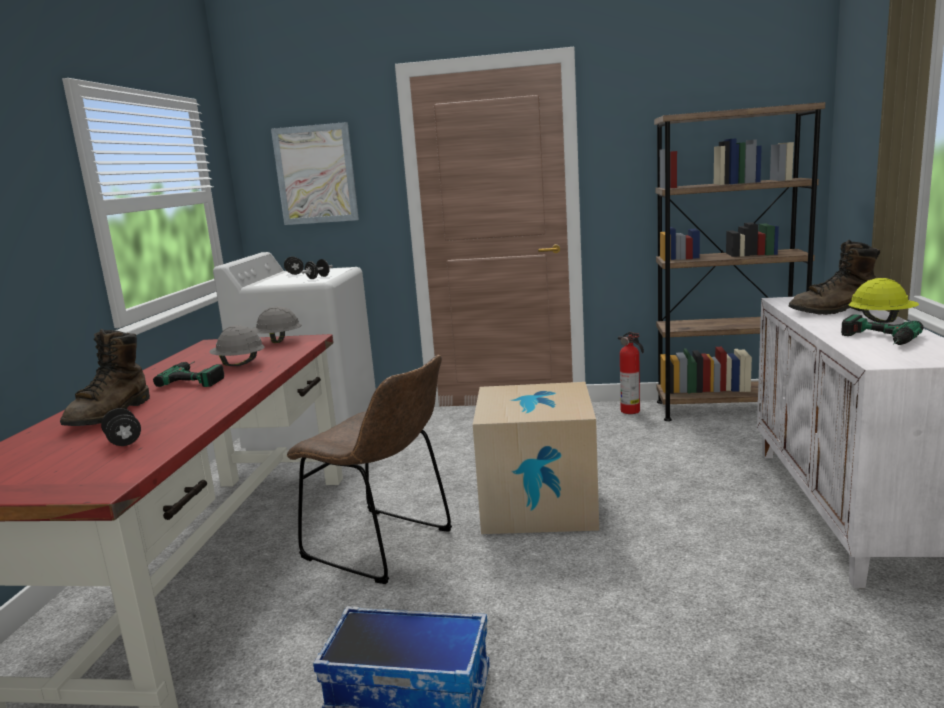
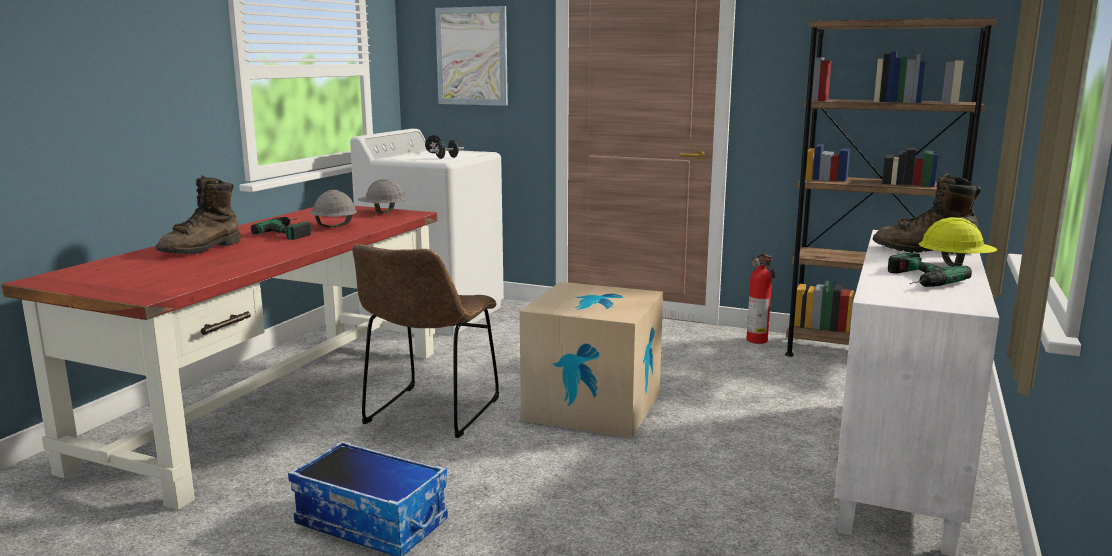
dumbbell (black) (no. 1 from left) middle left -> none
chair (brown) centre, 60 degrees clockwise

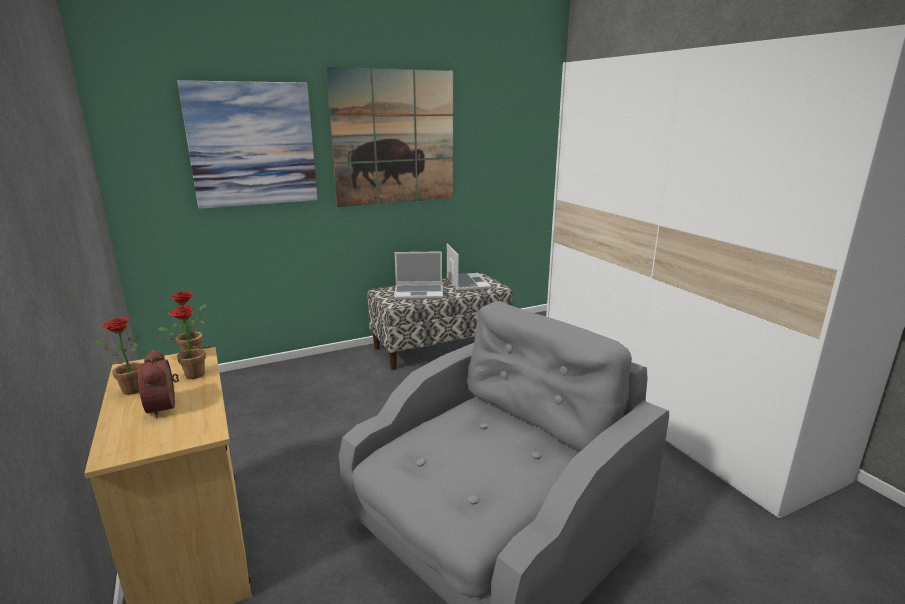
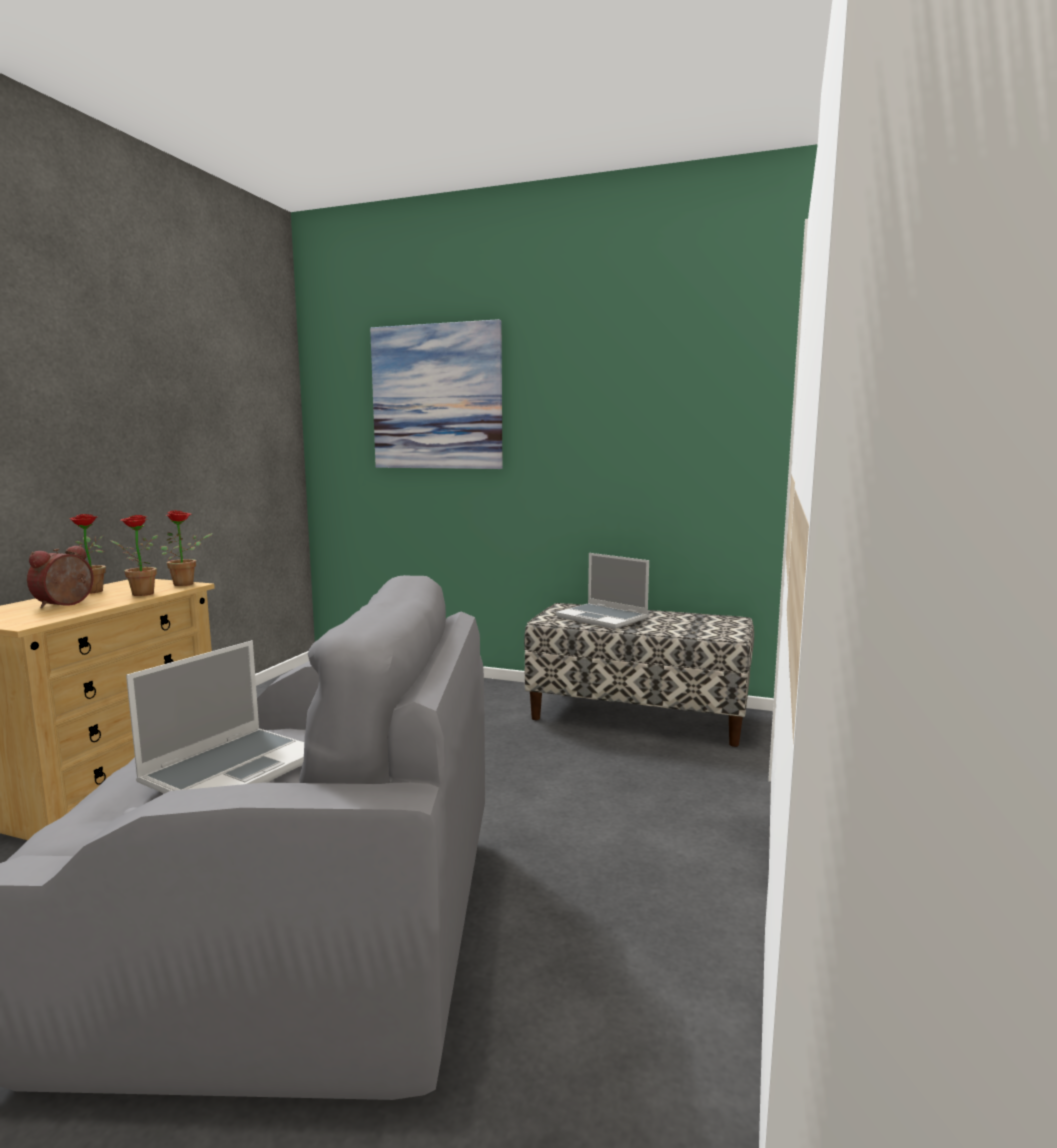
picture (no. 2 from left) top centre -> none
laptop (no. 2 from left in the first image) centre -> laptop (no. 1 from left) middle left, relocated

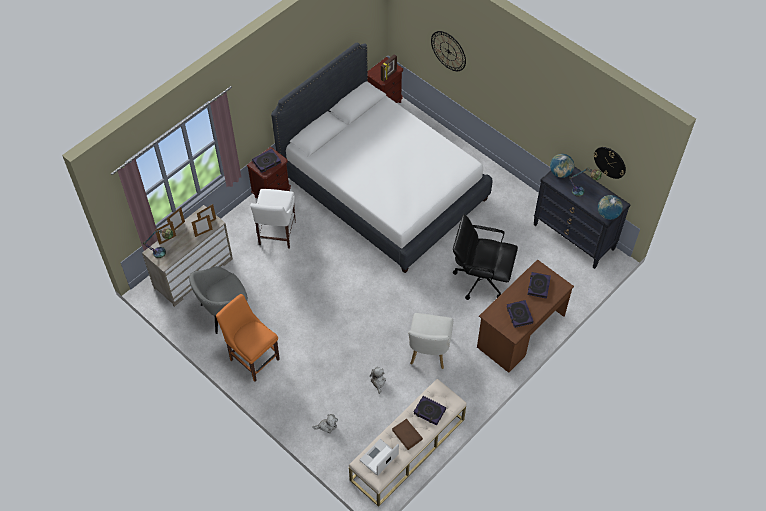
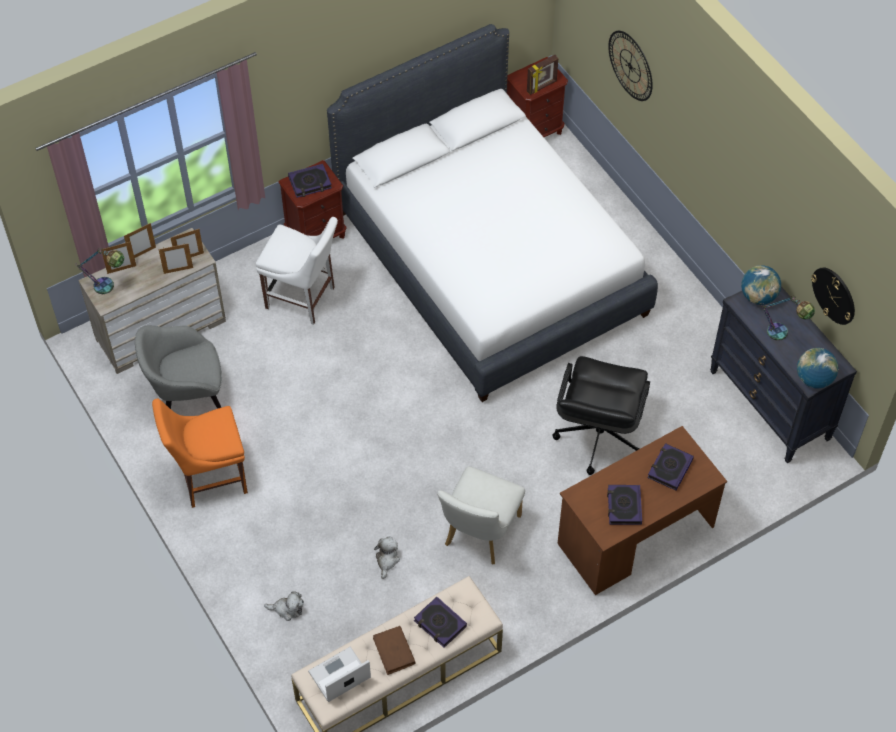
chair (orange) middle left, 75 degrees counterclockwise
chair (white) (no. 1 from left) centre -> chair (white) (no. 1 from left) middle left, 90 degrees counterclockwise
office chair (black) centre -> office chair (black) middle right, 105 degrees counterclockwise

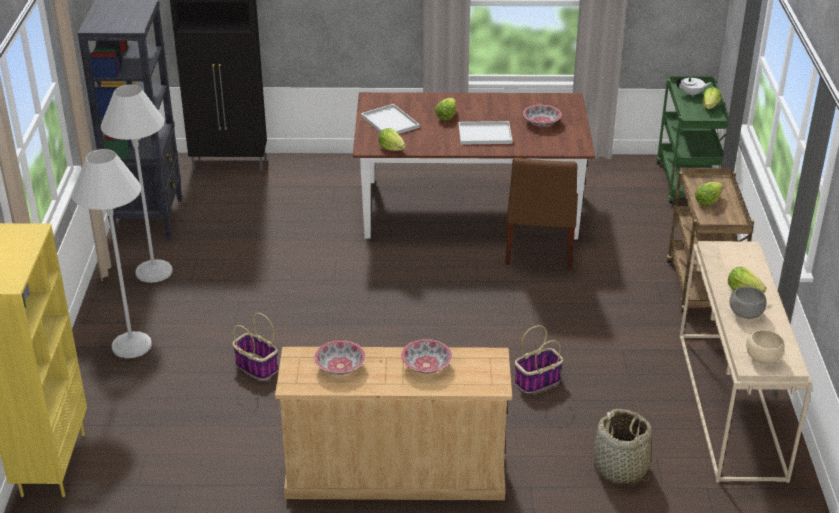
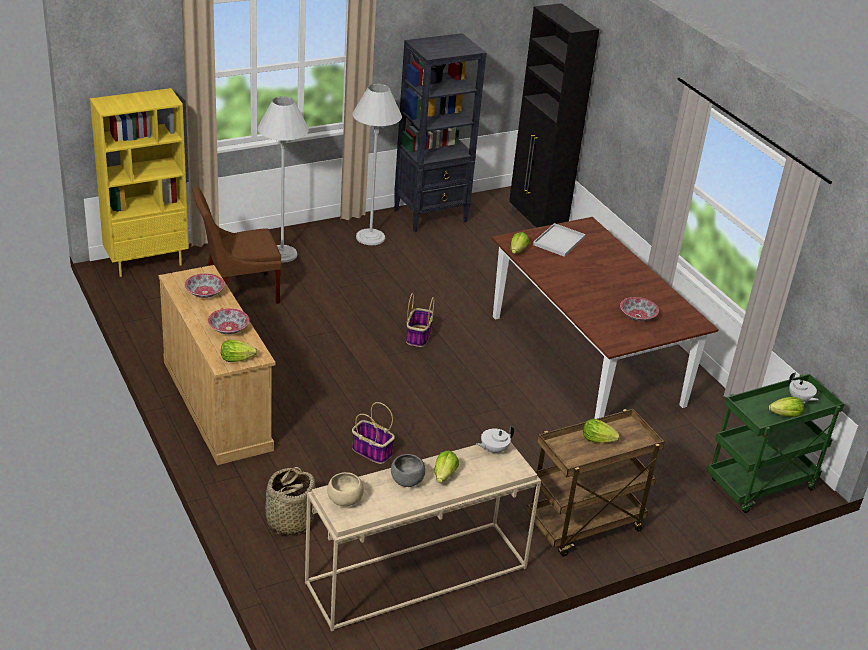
tray (white) (no. 2 from left) top centre -> none
none -> teapot (white) (no. 1 from left) bottom centre
basket (no. 1 from left in the first image) bottom left -> basket (no. 3 from left) centre, relocated
lettuce (no. 2 from left in the first image) top centre -> lettuce (no. 1 from left) middle left, relocated
chair (brown) centre -> chair (brown) middle left, relocated

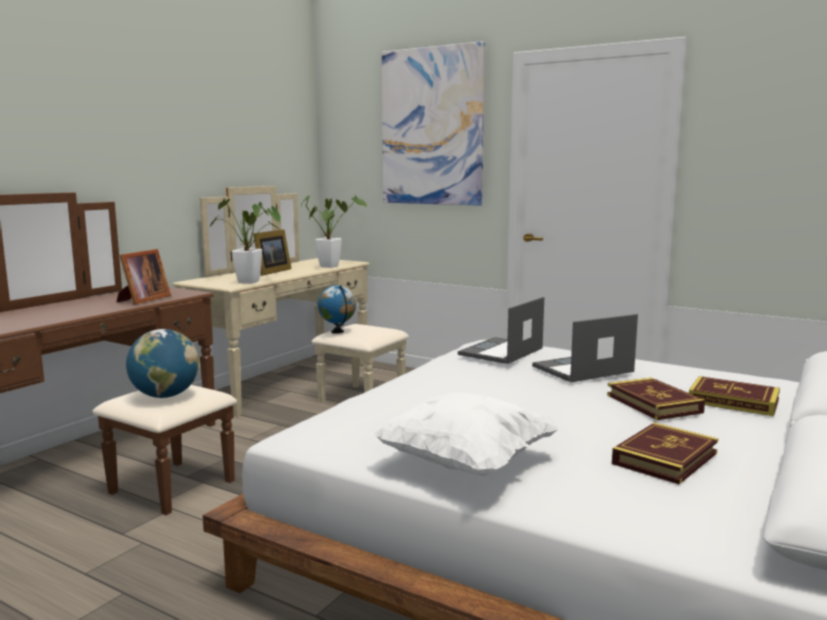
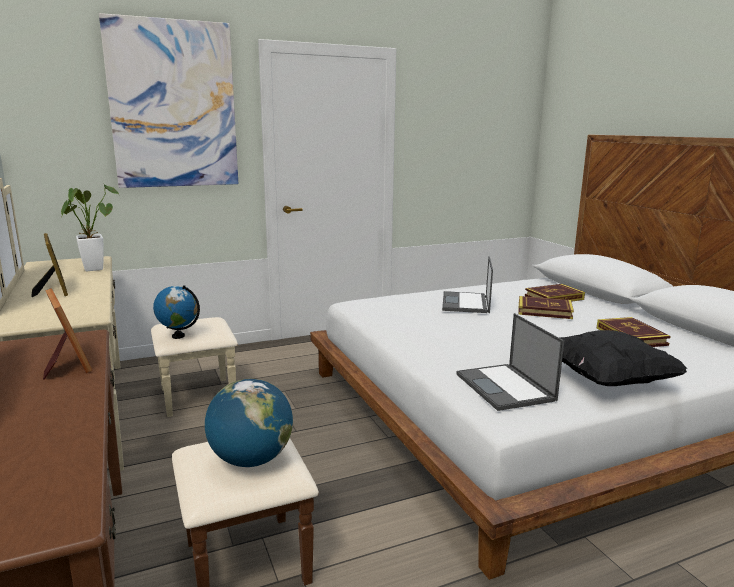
potted plant (no. 1 from left) middle left -> none
laptop (no. 1 from left in the first image) centre -> laptop (no. 2 from left) middle right, relocated
pillow (white) bottom centre -> pillow (black) middle right

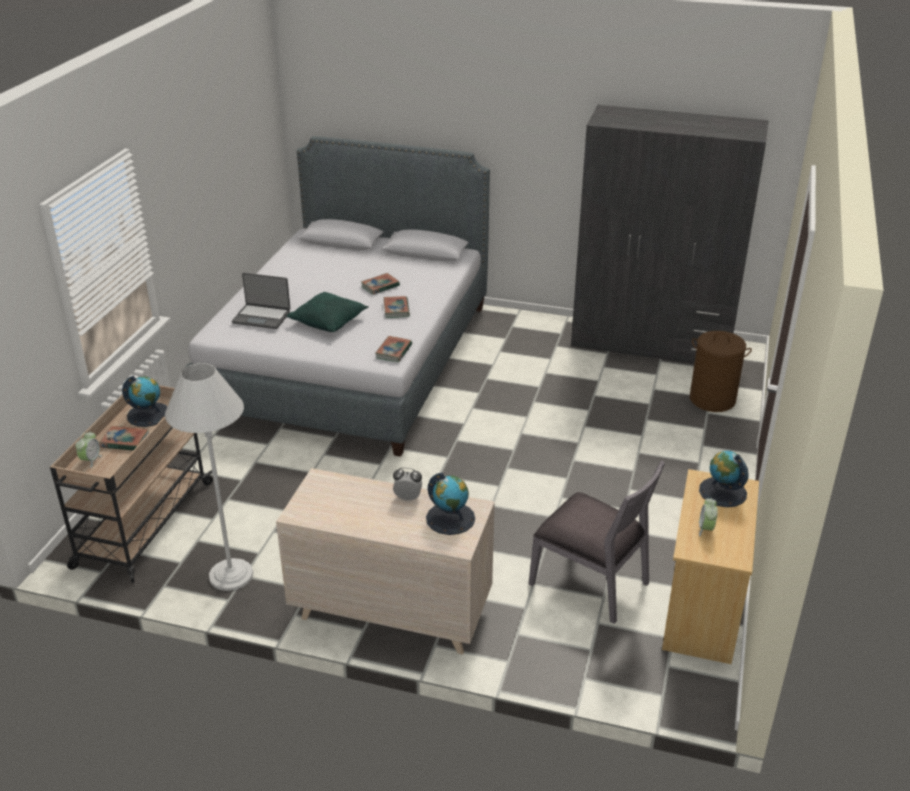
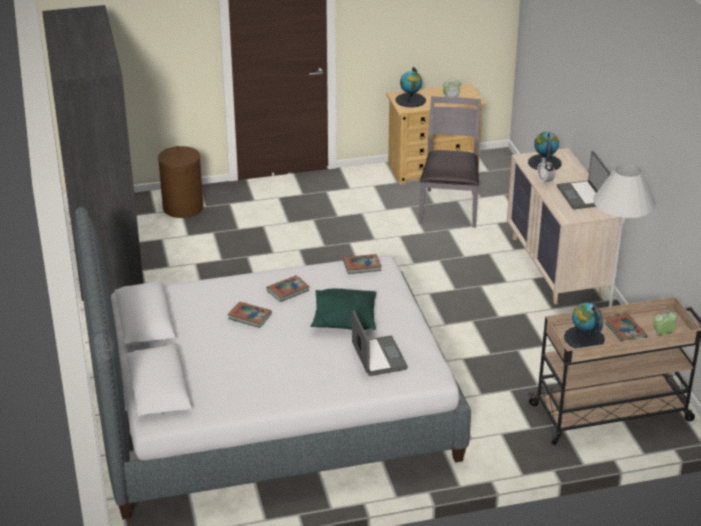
none -> laptop (no. 2 from left) middle right

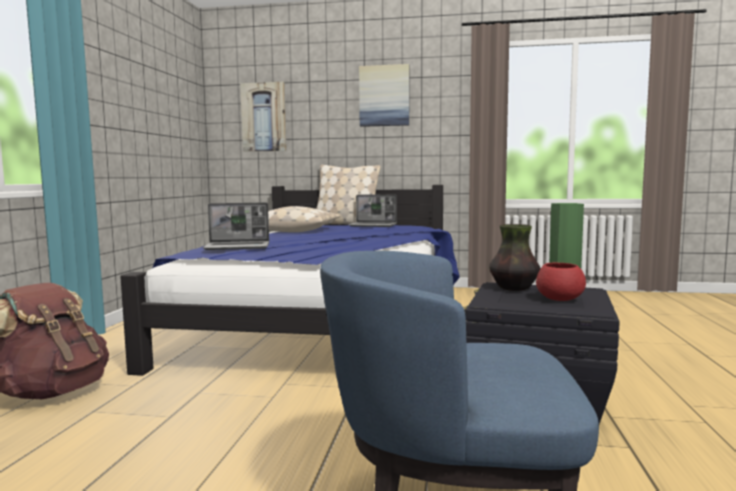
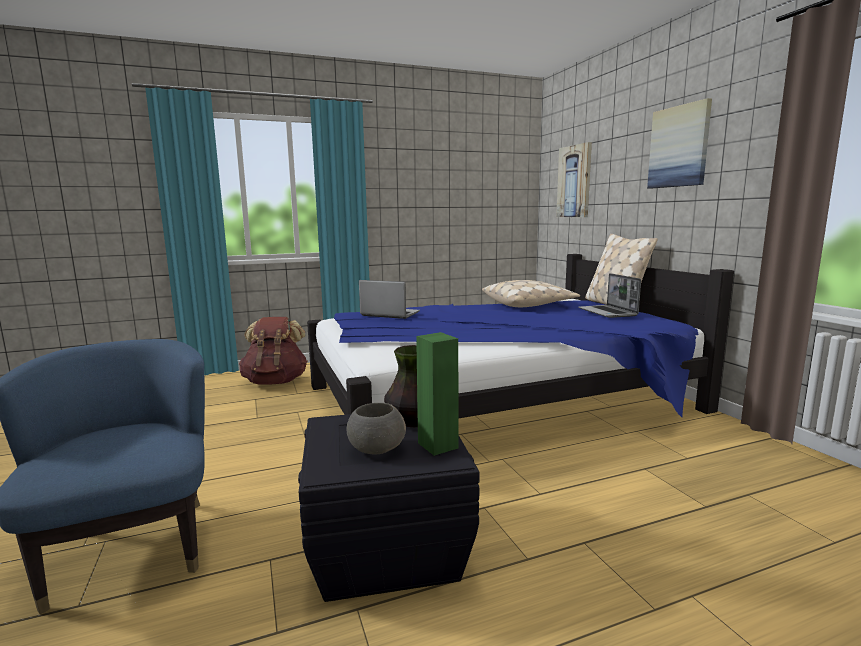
bowl (red) middle right -> bowl (grey) centre
laptop (no. 1 from left) middle left -> laptop (no. 1 from left) centre, 150 degrees clockwise

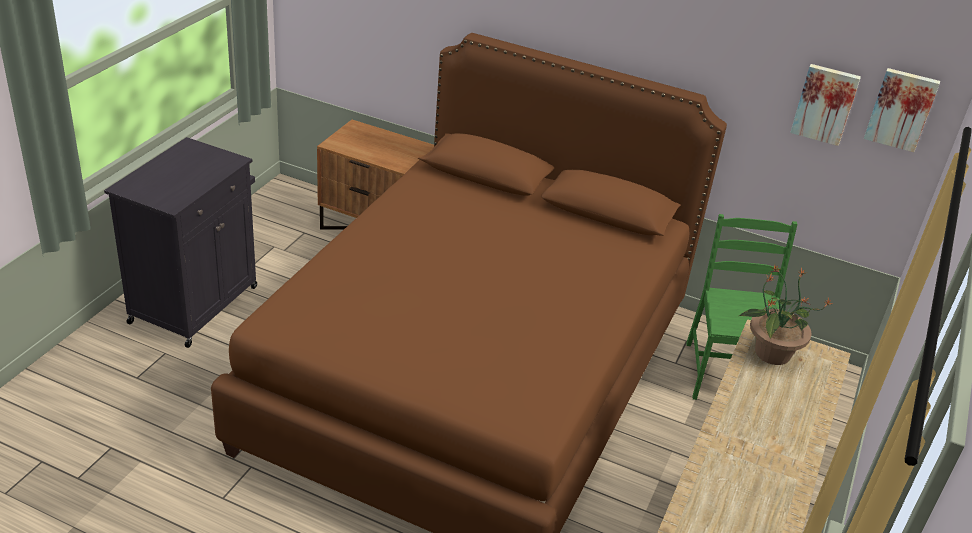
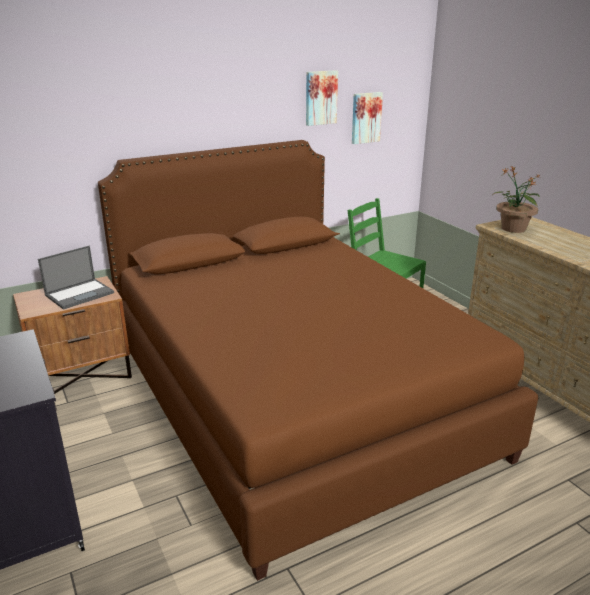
none -> laptop middle left
picture (no. 2 from left in the first image) top right -> picture (no. 1 from left) top centre, relocated

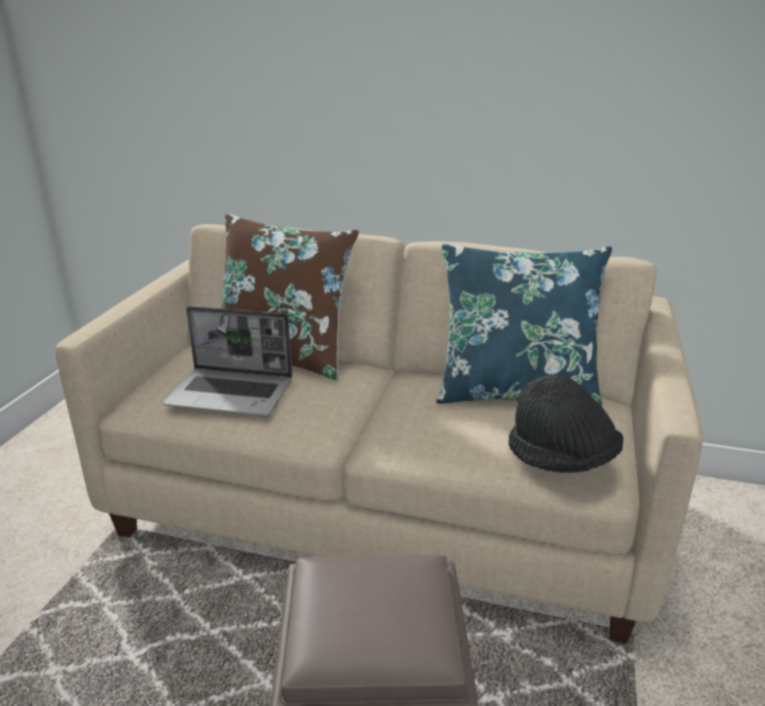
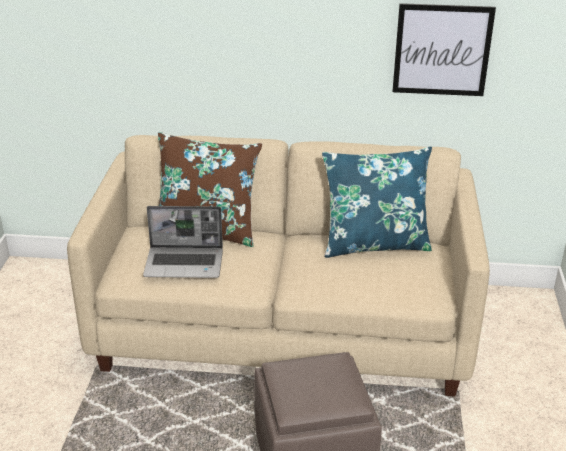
hat (black) middle right -> none
none -> picture top right

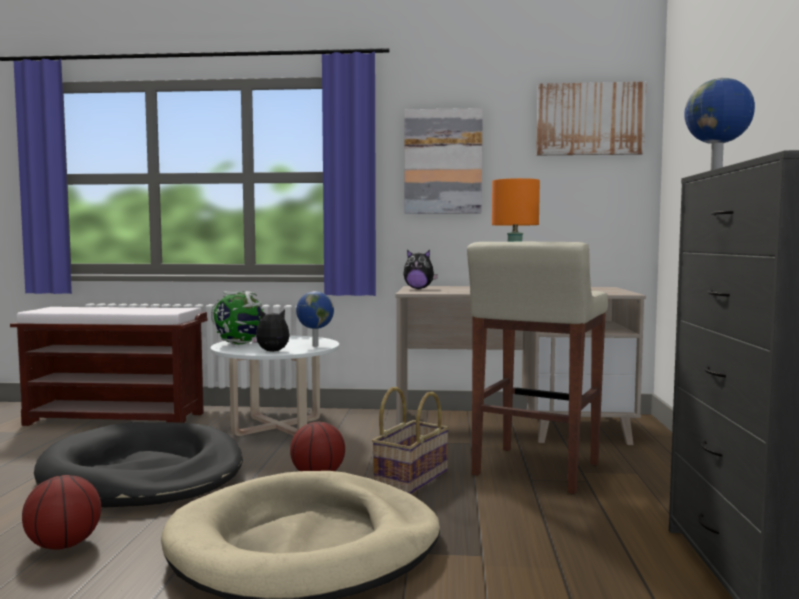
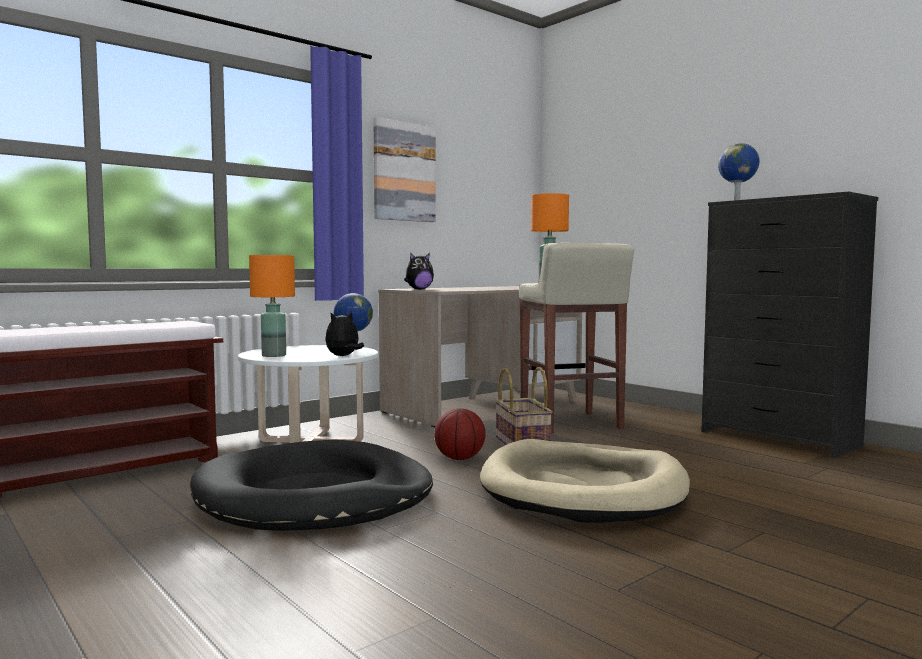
basketball (no. 1 from left) bottom left -> none
picture (no. 2 from left) top right -> none
globe (no. 1 from left) middle left -> table lamp (orange) (no. 1 from left) middle left

